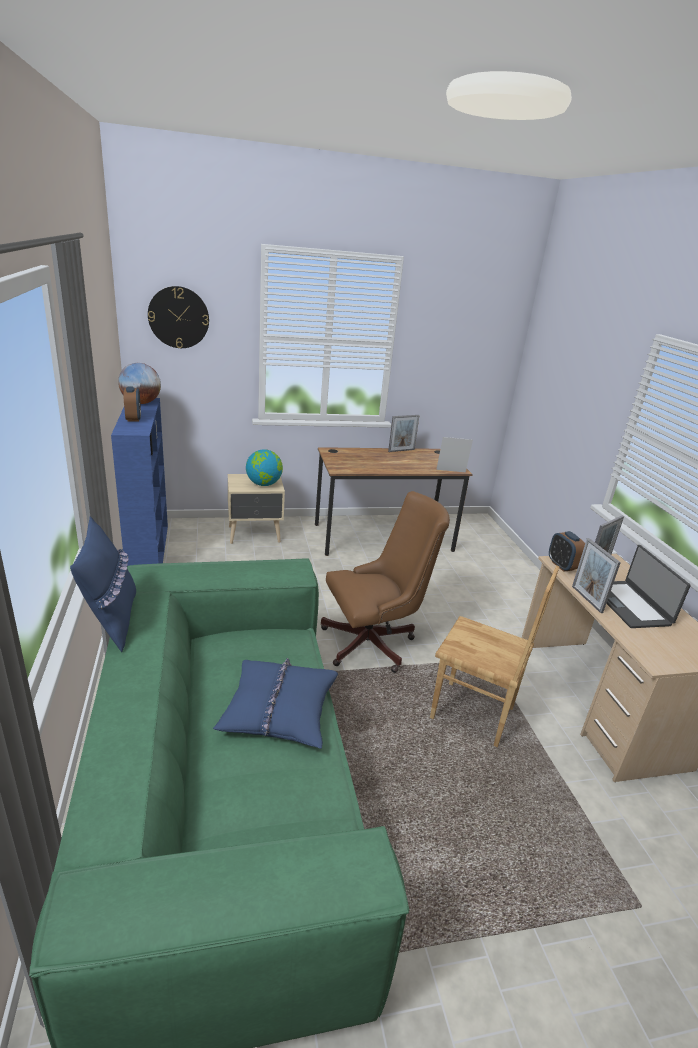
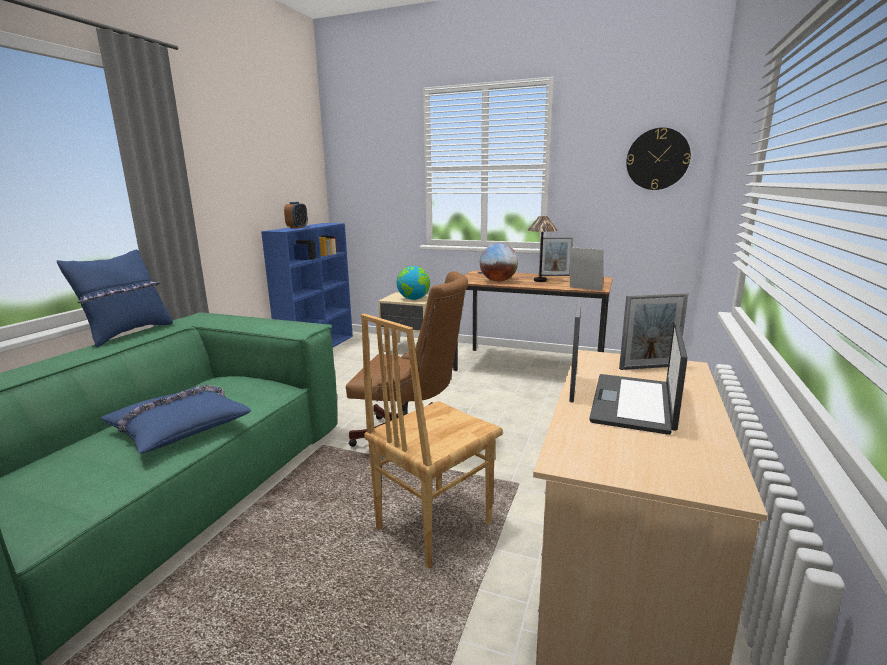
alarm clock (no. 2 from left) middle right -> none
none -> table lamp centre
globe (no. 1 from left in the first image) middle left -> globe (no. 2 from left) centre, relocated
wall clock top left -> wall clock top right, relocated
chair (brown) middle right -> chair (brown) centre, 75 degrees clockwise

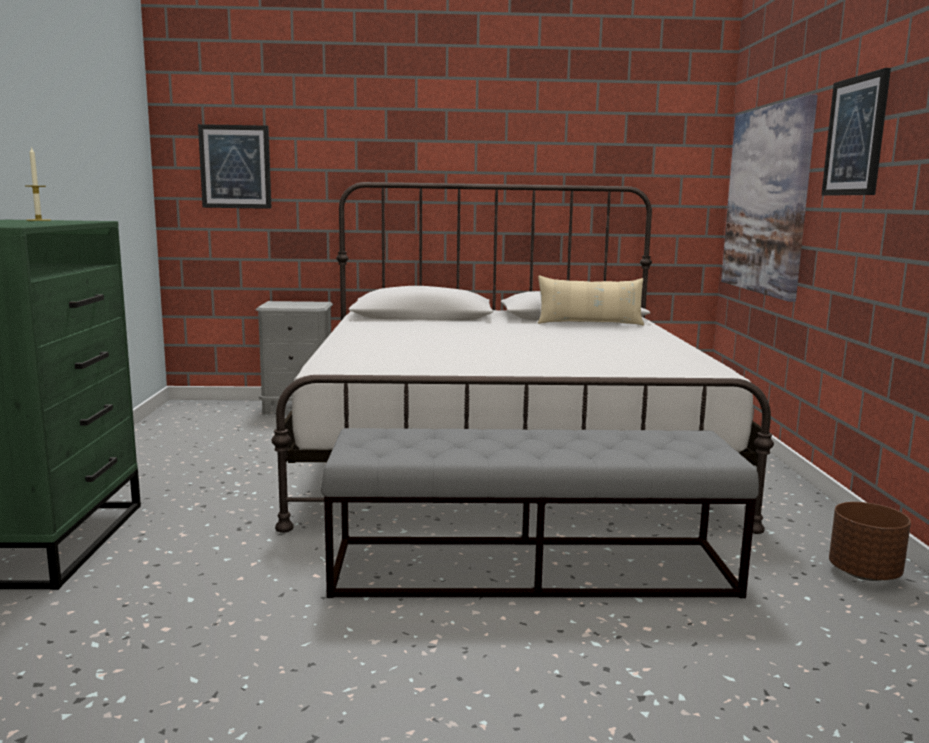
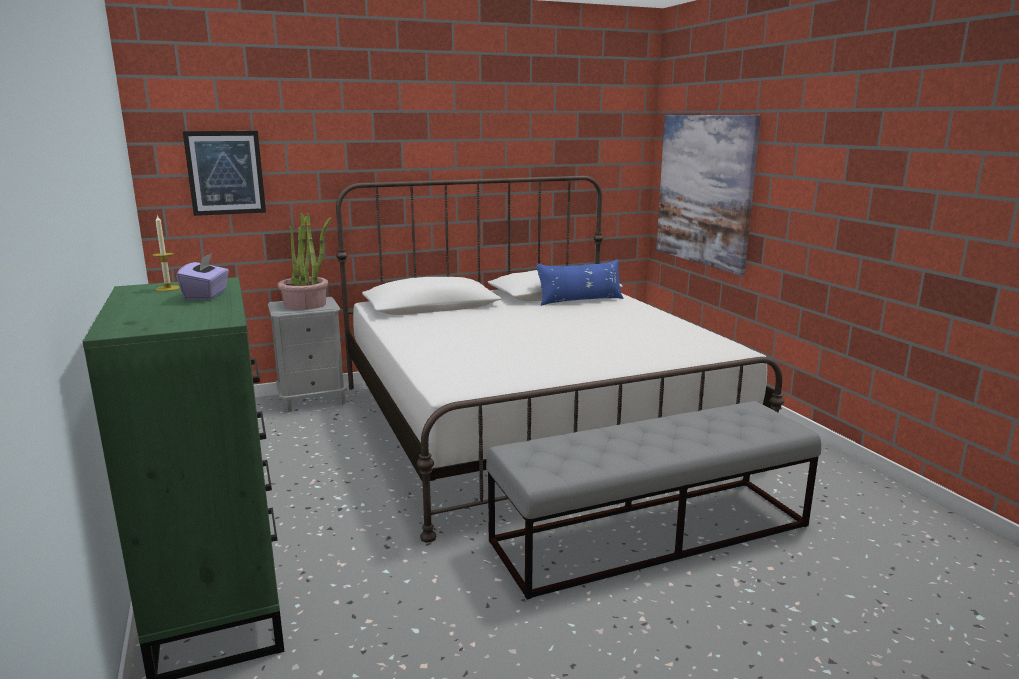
picture (no. 3 from left) top right -> none
planter (brown) bottom right -> none
none -> tissue box (purple) middle left
none -> potted plant middle left
pillow (beige) centre -> pillow (blue) centre

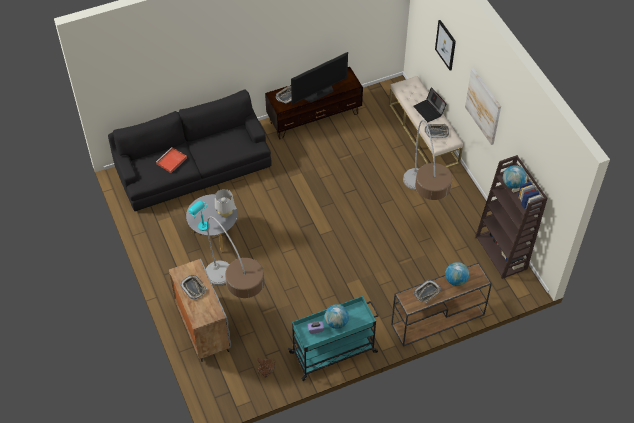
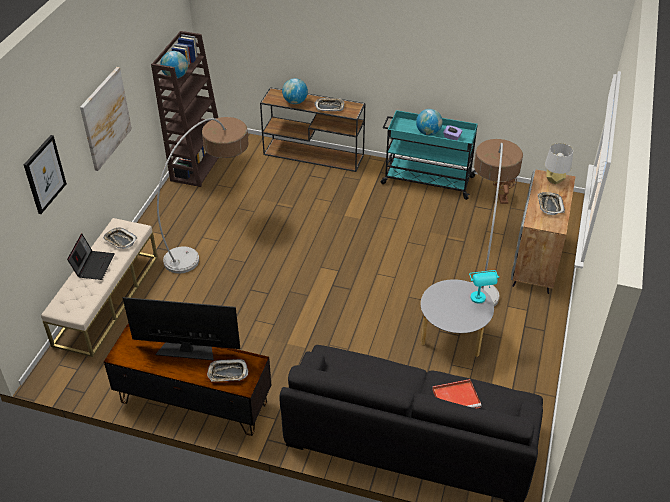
table lamp (grey) centre -> table lamp (grey) top right, relocated

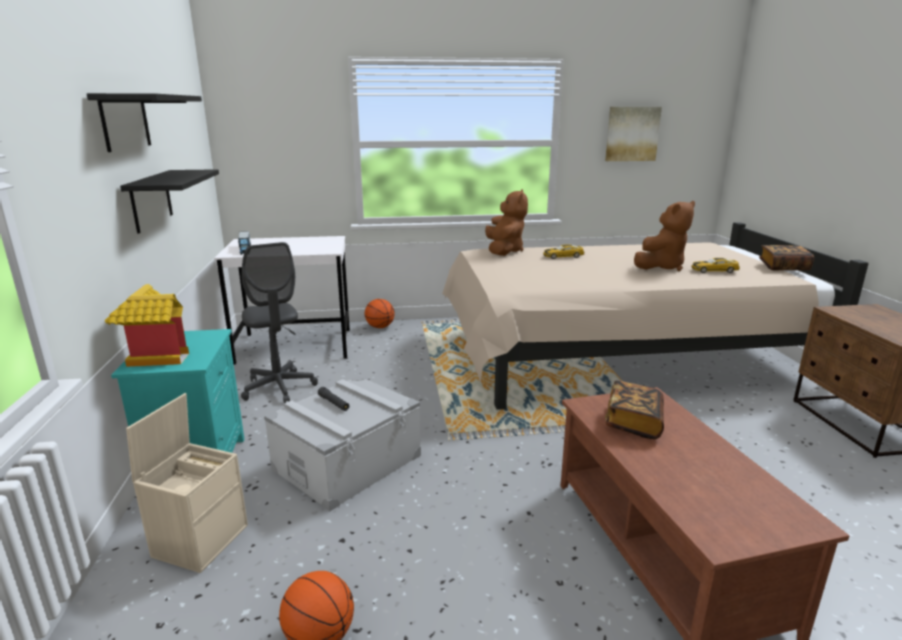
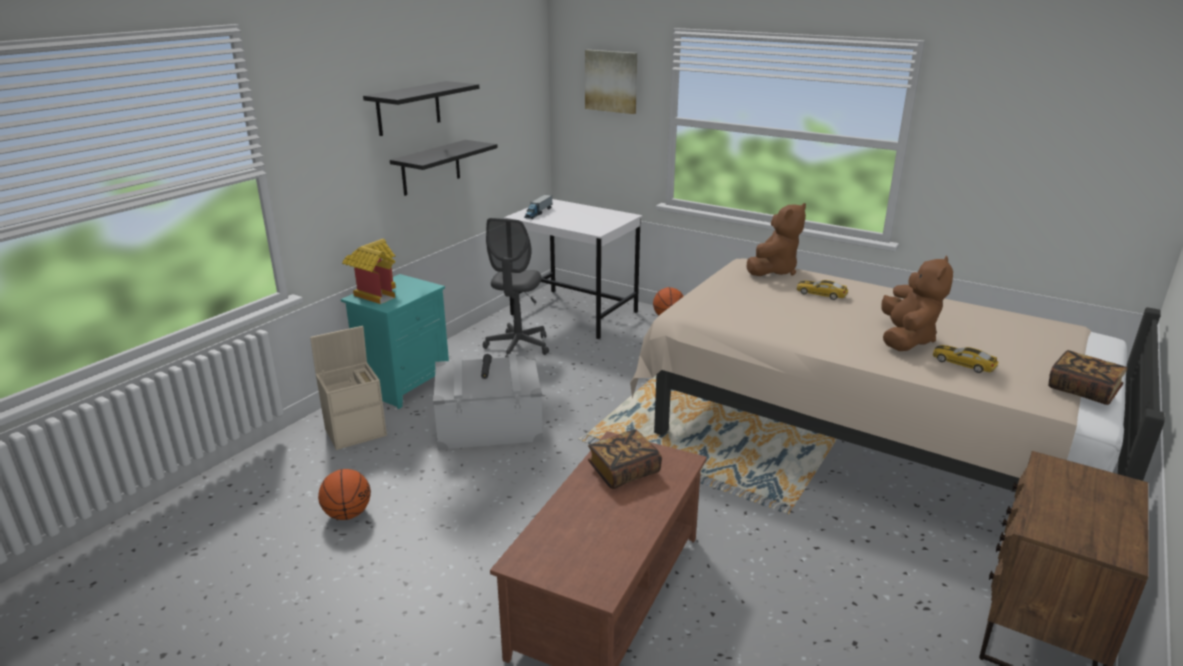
picture top right -> picture top centre, relocated
plush toy (brown) (no. 2 from left) middle right, 75 degrees counterclockwise

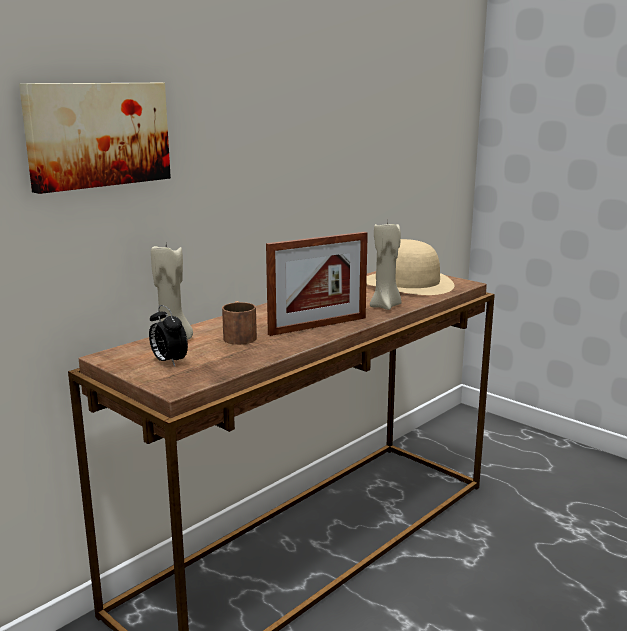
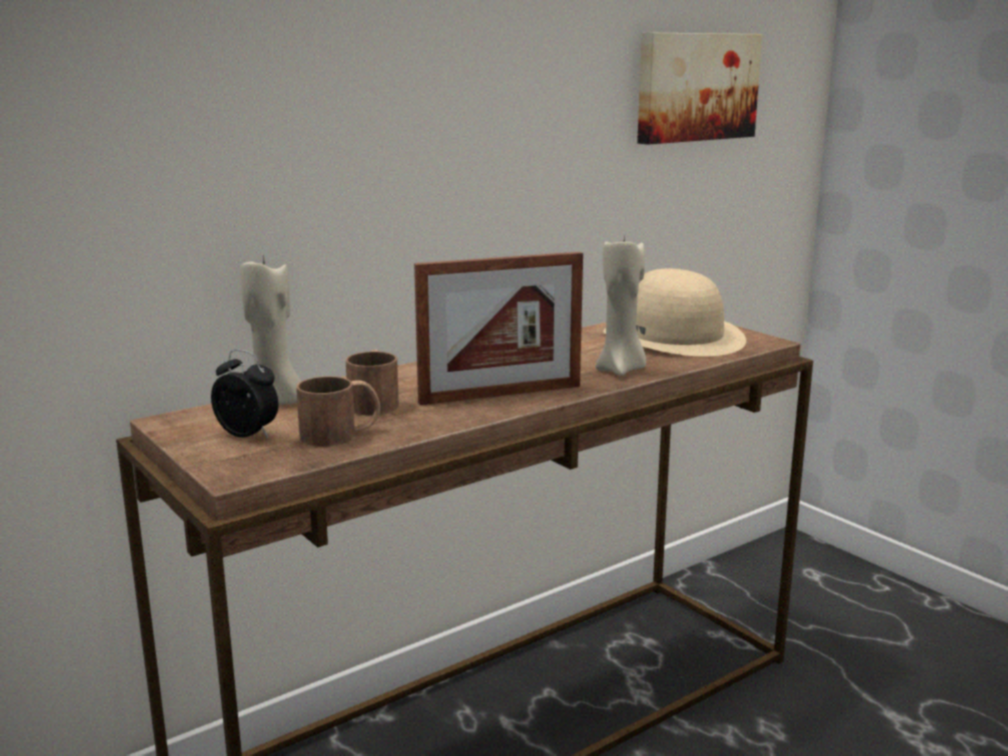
none -> mug (brown) (no. 1 from left) centre
picture top left -> picture top right, relocated
alarm clock middle left, 150 degrees clockwise

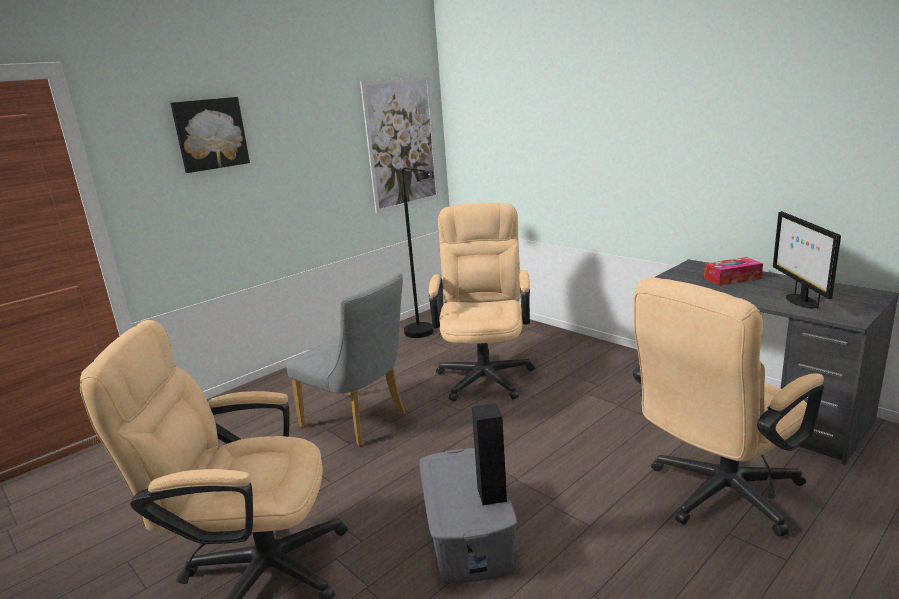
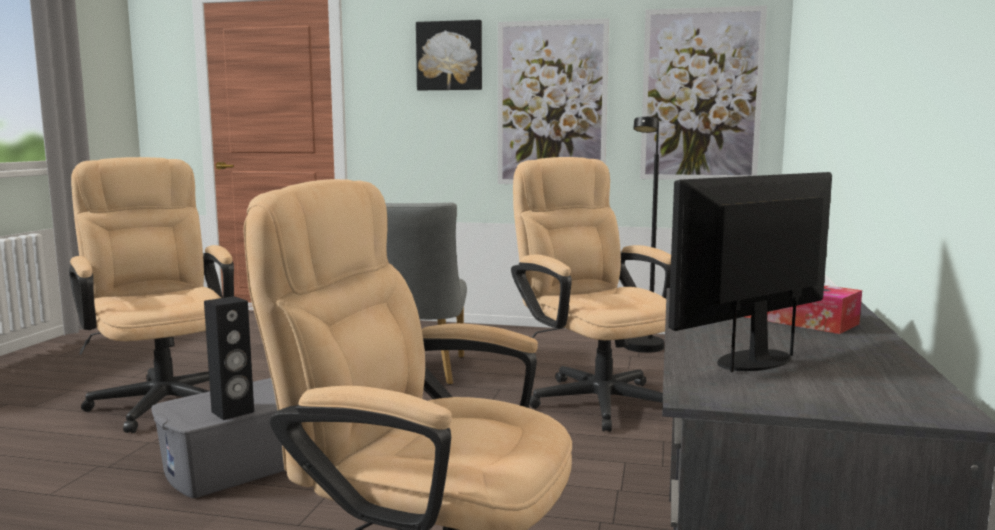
none -> picture (no. 2 from left) top centre
office chair (beige) (no. 2 from left in the first image) centre -> office chair (beige) (no. 3 from left) centre, 90 degrees counterclockwise

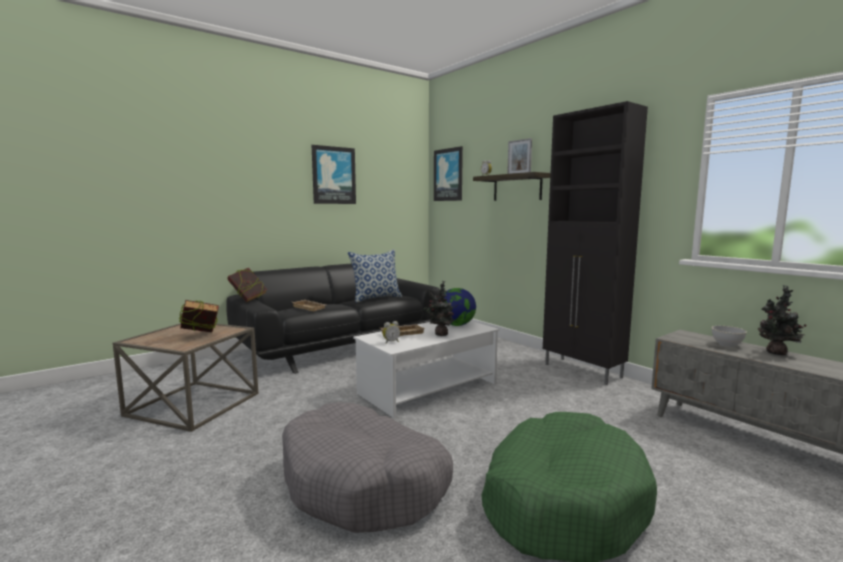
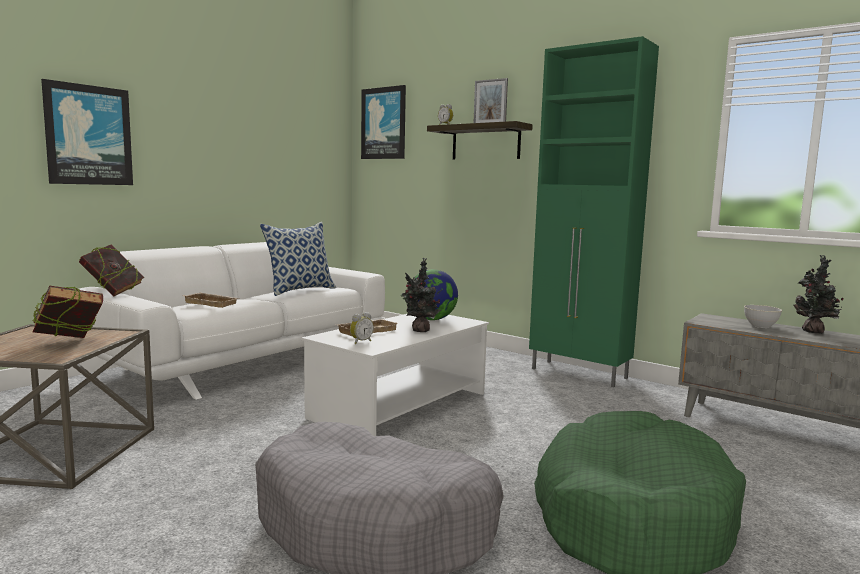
picture (no. 1 from left) top centre -> picture (no. 1 from left) top left, relocated
sofa (black) centre -> sofa (white) middle left
cabinet (black) middle right -> cabinet (green) middle right

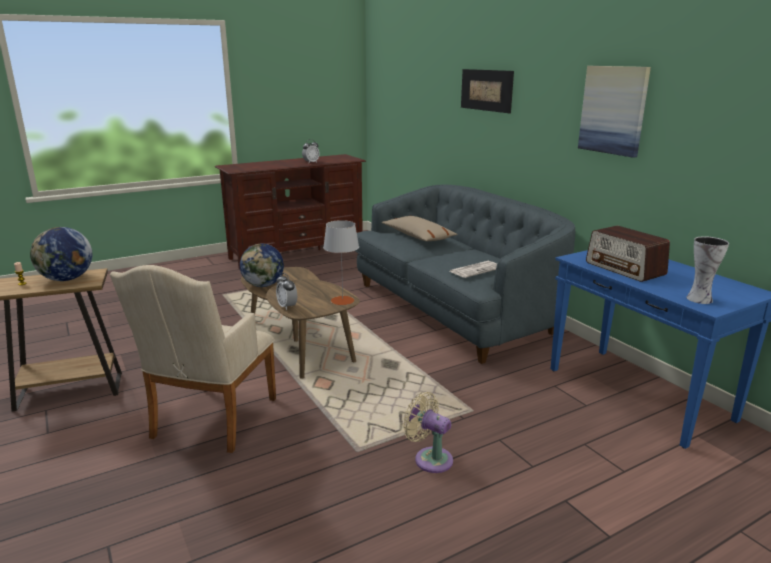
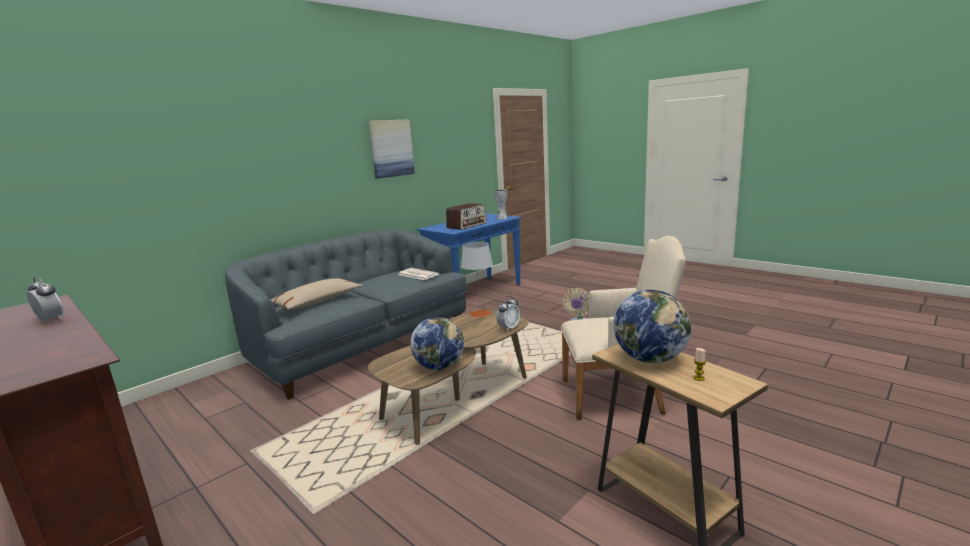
picture (no. 1 from left) top centre -> none

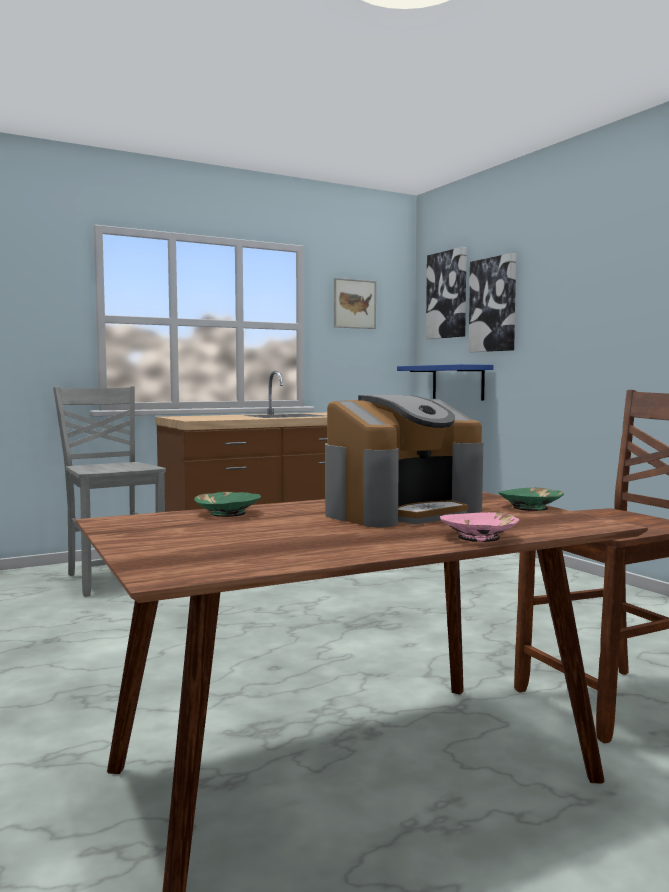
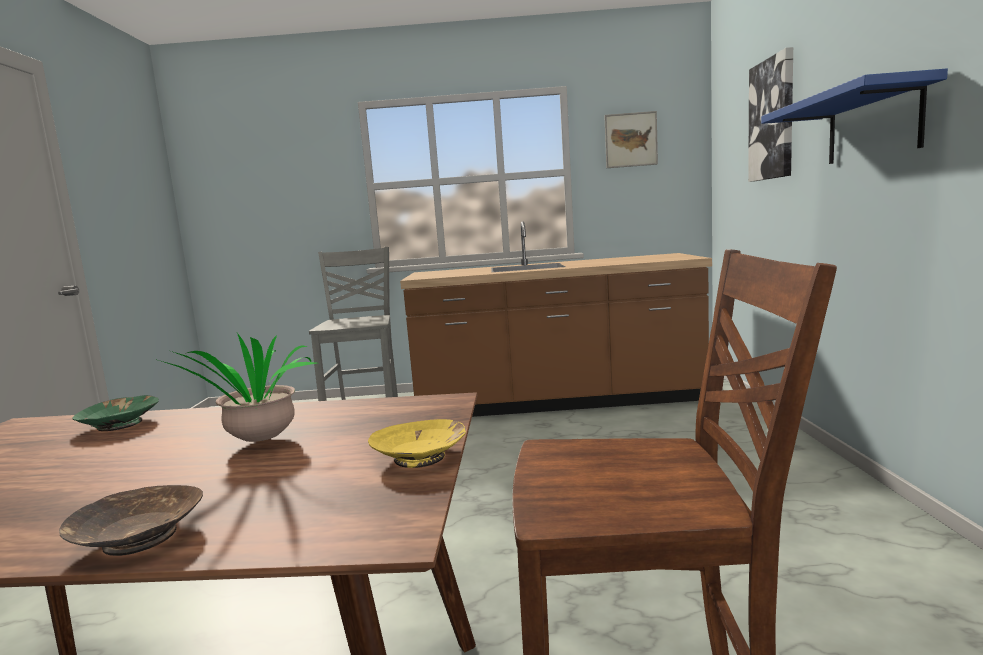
picture (no. 2 from left) top right -> none
shelf (blue) centre -> shelf (blue) top right, relocated
coffee machine centre -> potted plant middle left
bowl (pink) middle right -> bowl (brown) bottom left
bowl (green) (no. 2 from left) middle right -> bowl (yellow) bottom centre

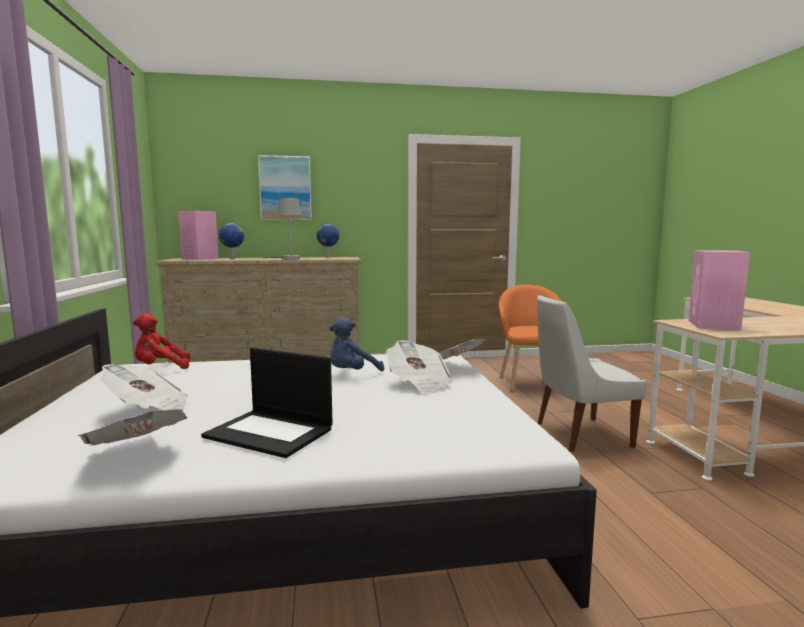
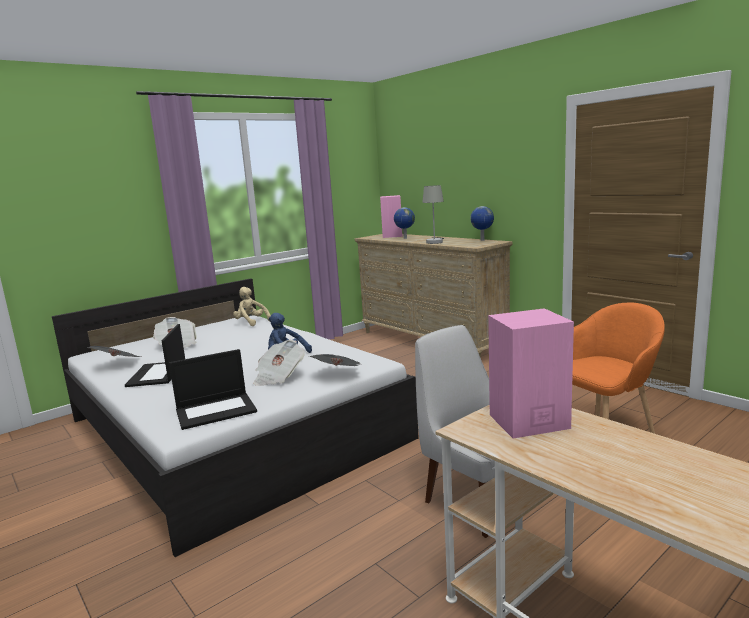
picture top centre -> none
none -> laptop (no. 2 from left) middle left
plush toy (red) middle left -> plush toy (beige) centre

